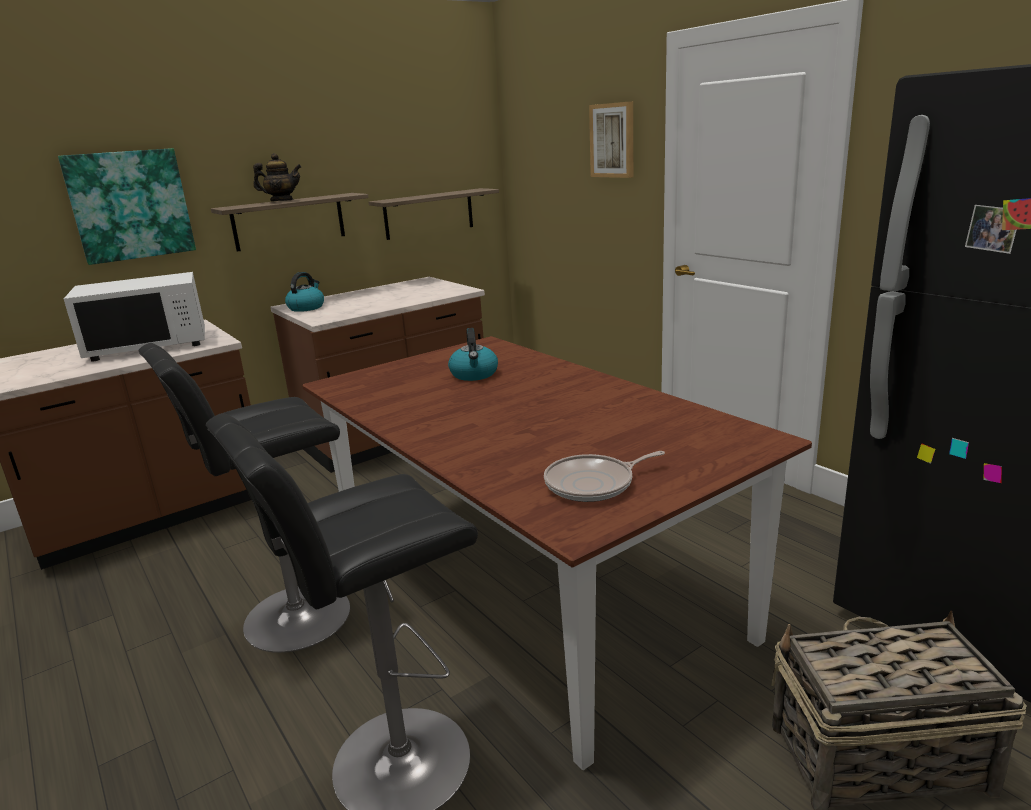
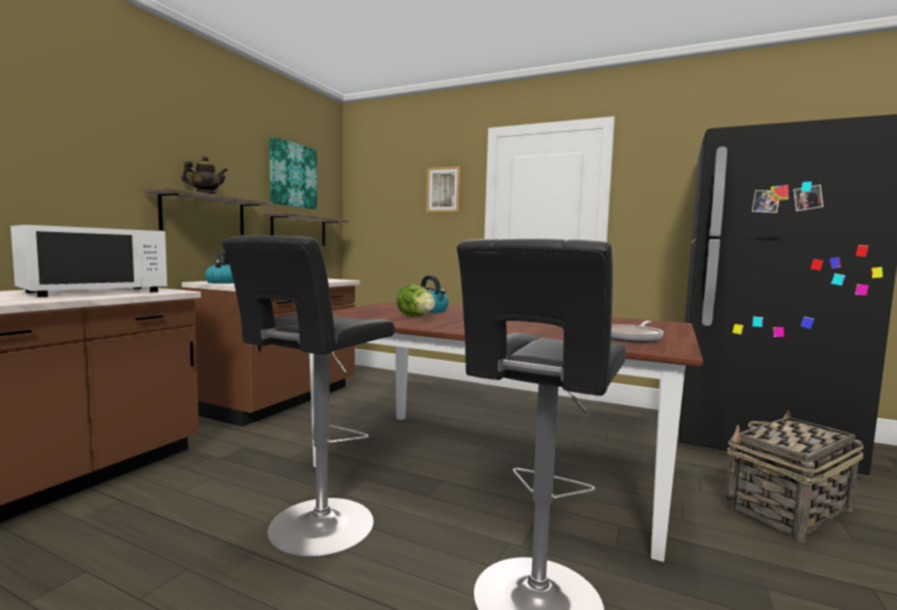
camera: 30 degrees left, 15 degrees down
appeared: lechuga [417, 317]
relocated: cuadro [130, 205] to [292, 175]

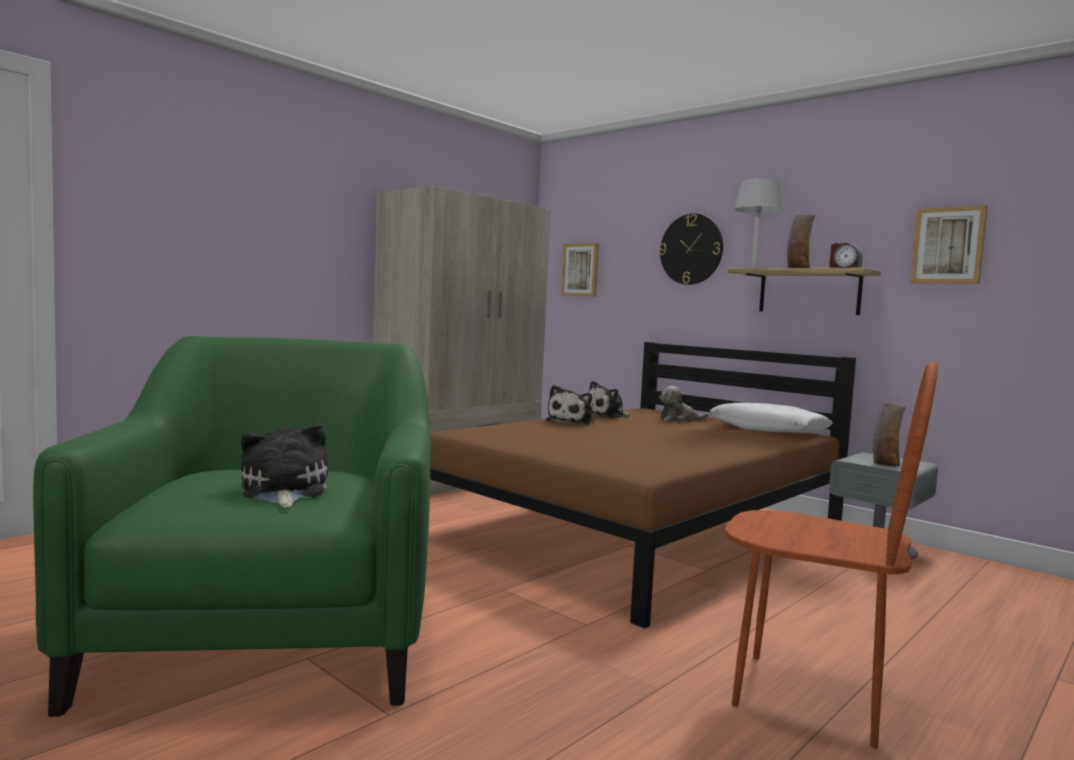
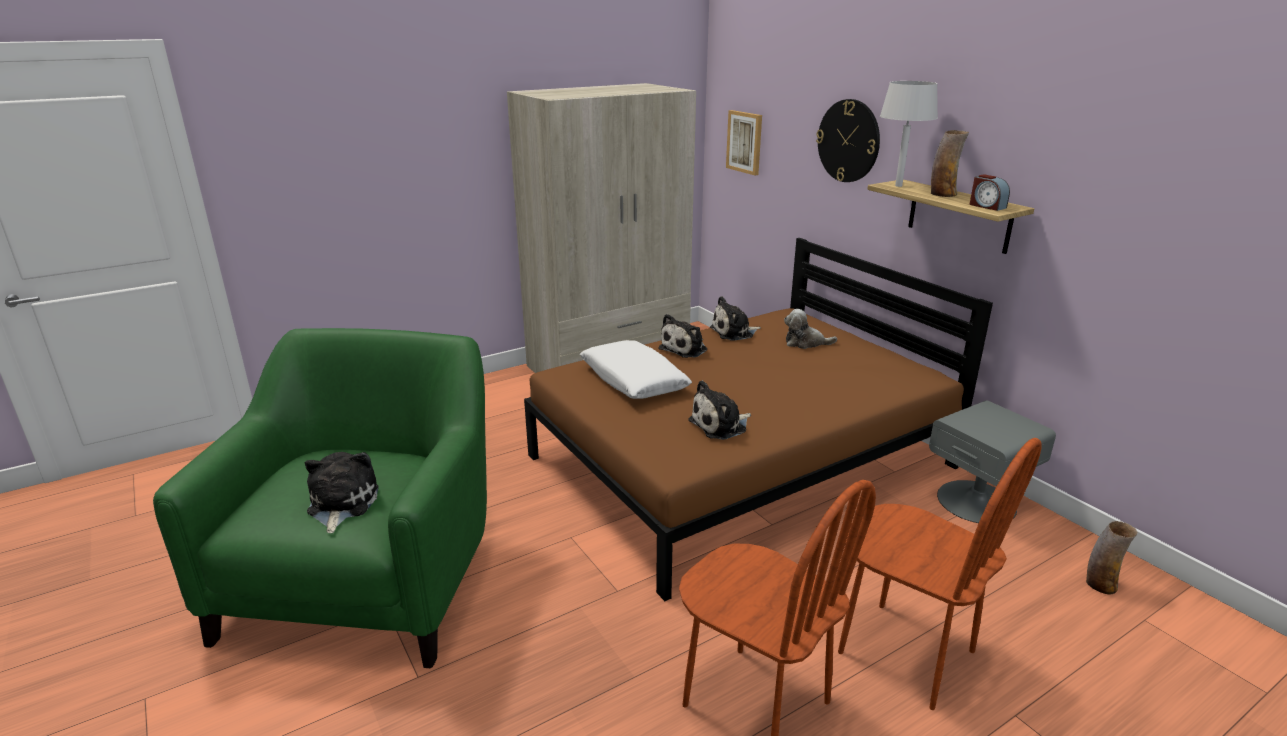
camera: 15 degrees right, 20 degrees up
missing: cuadro [948, 245]
appeared: peluche [720, 425]; silla [marrón] [905, 652]
relocated: cojín [blanco] [768, 430] to [633, 380]; florero [885, 464] to [1100, 584]

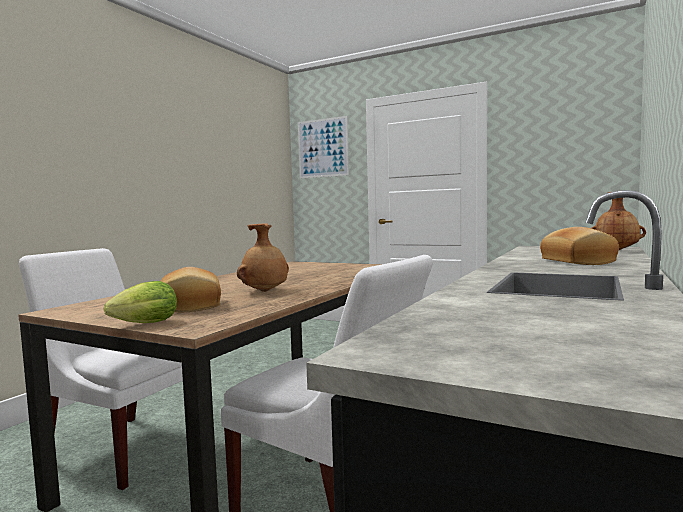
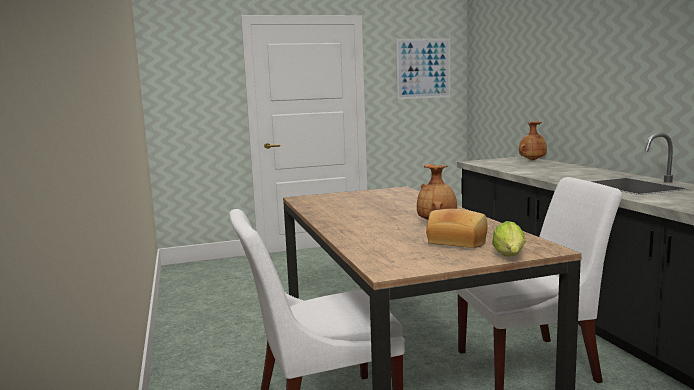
camera: 45 degrees left, 5 degrees up
missing: pan [576, 262]
relocated: cuadro [323, 148] to [423, 68]

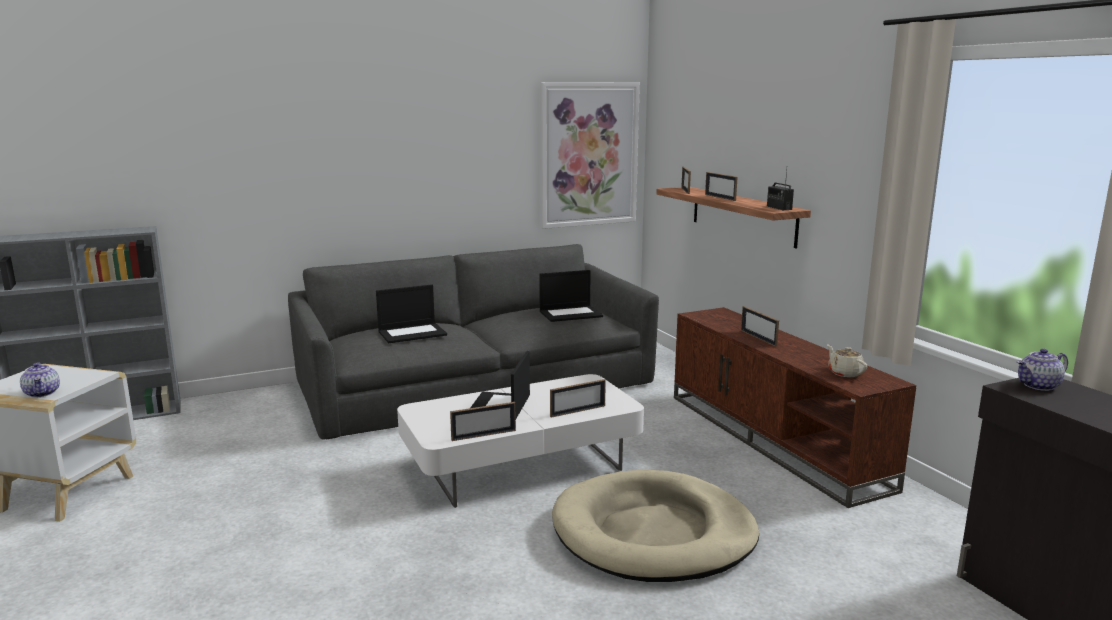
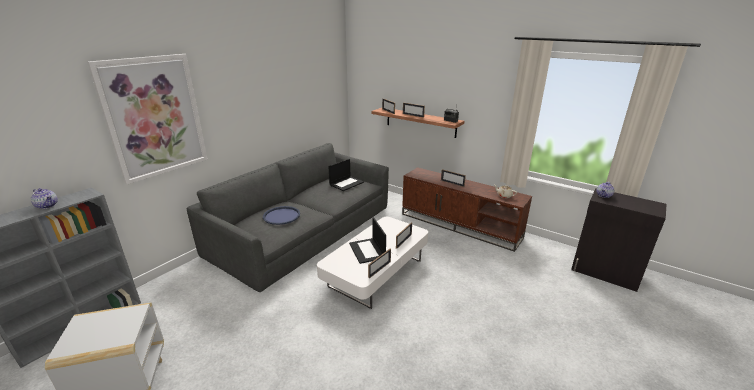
camera: 30 degrees left, 10 degrees up
missing: cama para perro [beis] [653, 533]
relocated: tetera [42, 393] to [47, 206]; cuadro [588, 155] to [154, 117]
exchanged: portátil [412, 333] to bandeja [azul] [281, 216]

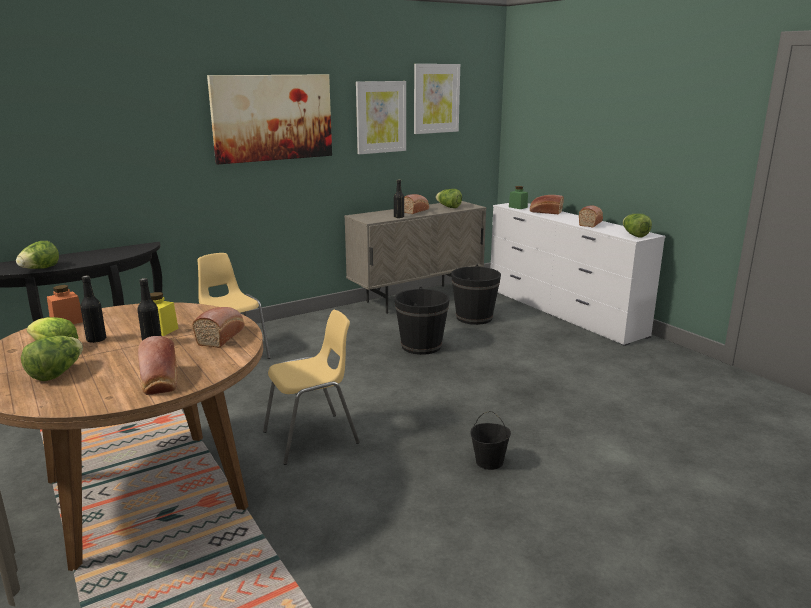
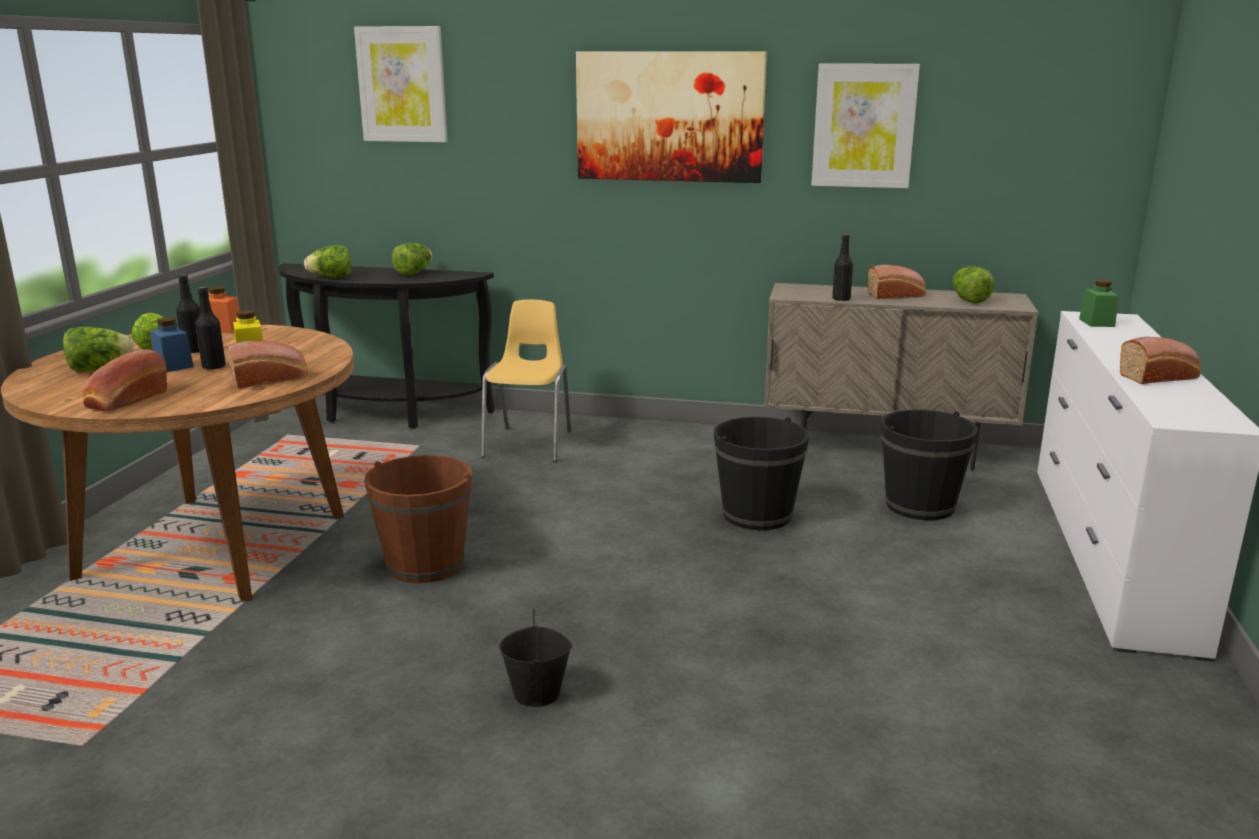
camera: 45 degrees right, 0 degrees up
missing: pan [545, 212]
appeared: tarro [azul] [173, 366]
relocated: cuadro [436, 98] to [402, 84]; lechuga [634, 235] to [414, 273]
exchanged: silla [amarillo] [312, 438] to cubo [marrón] [425, 565]

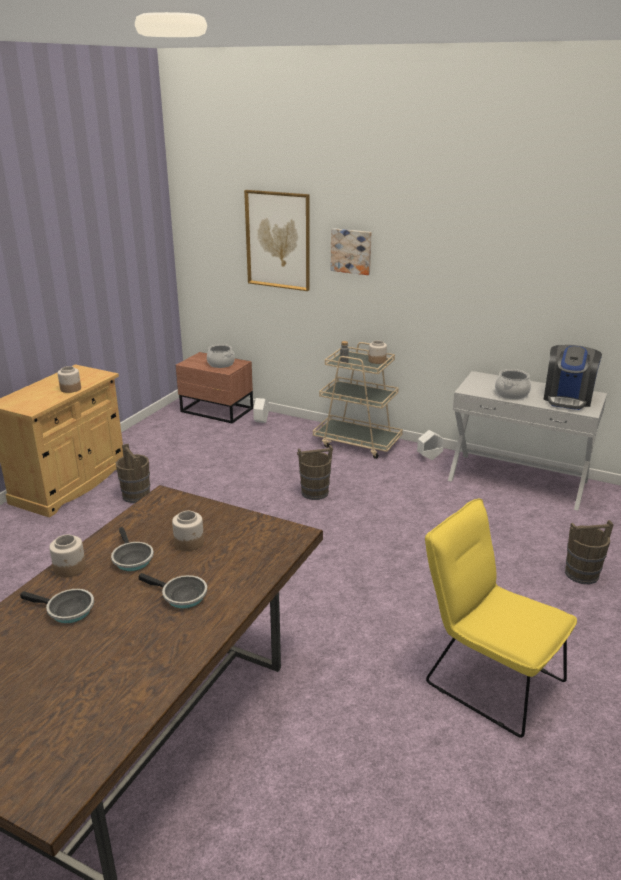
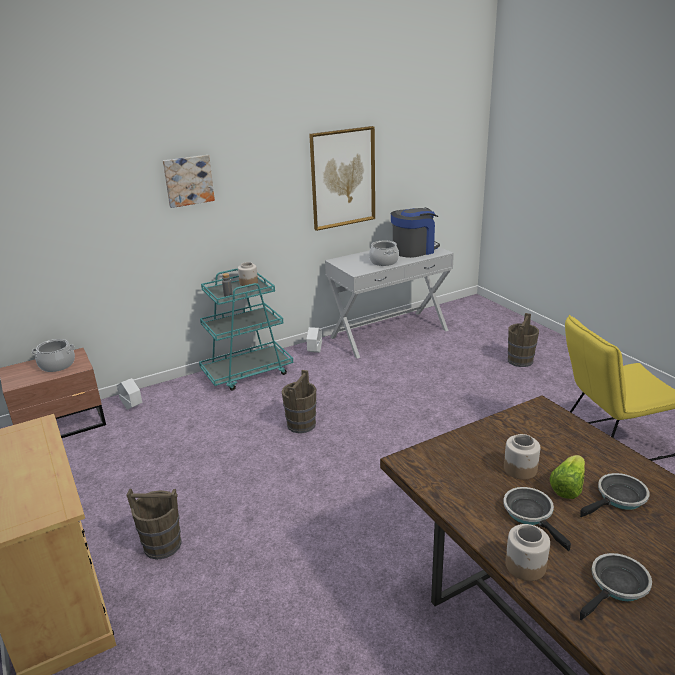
camera: 55 degrees left, 0 degrees up
missing: tarro [71, 389]
appeared: lechuga [567, 487]
relocated: cuadro [278, 240] to [343, 178]
colour: carrito [beis] [357, 443] to carrito [turquesa] [247, 372]
spun: sartén [131, 559] = [530, 514] 120 degrees counterclockwise; cafetera [567, 398] = [414, 250] 90 degrees counterclockwise

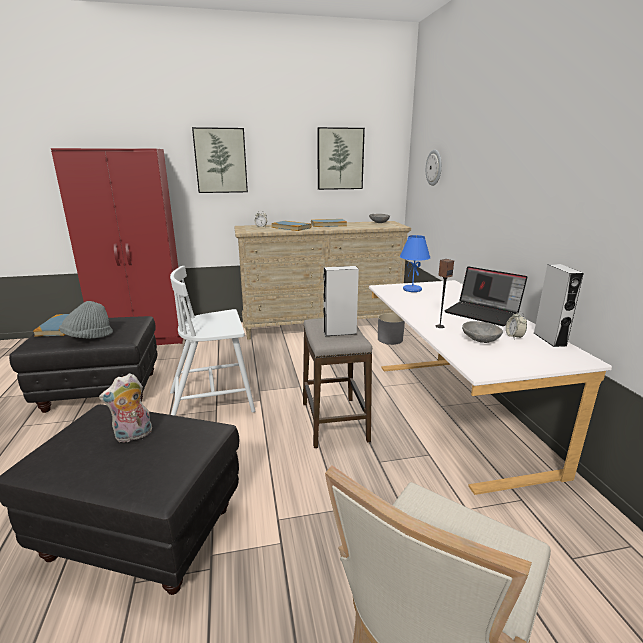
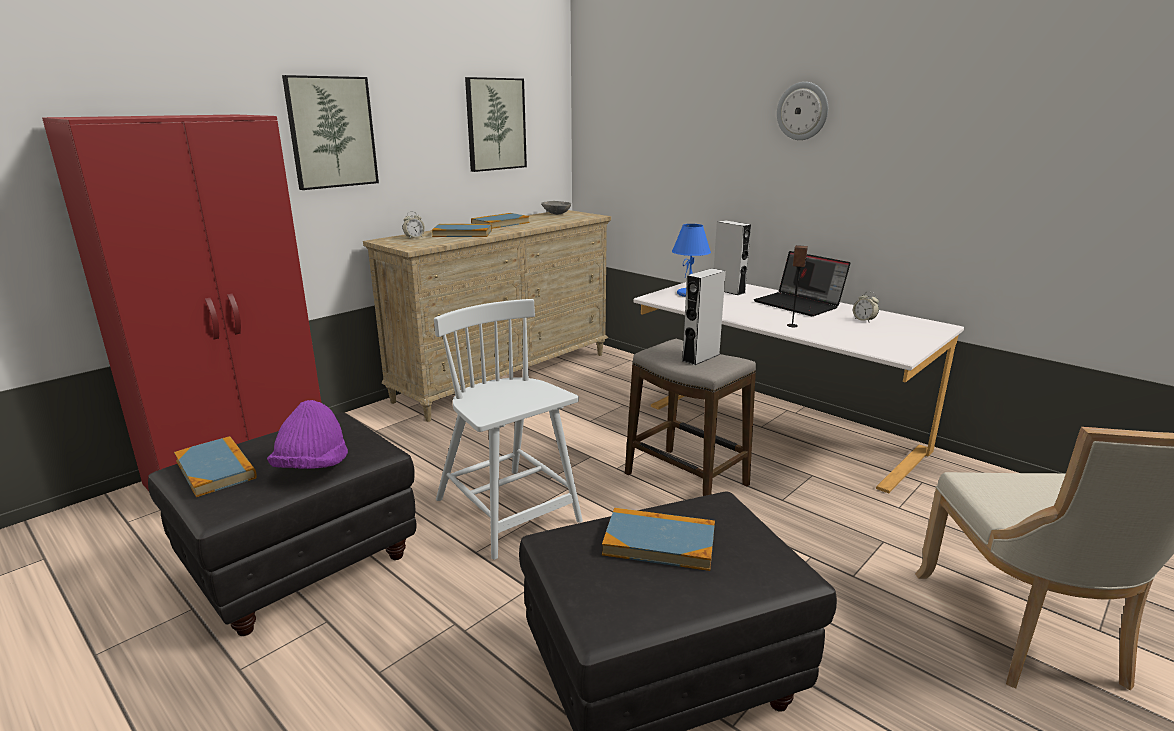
camera: 35 degrees left, 0 degrees up
missing: maceta [gris] [390, 339]; cuenco [gris] [479, 341]
relocated: reloj de pared [434, 167] to [802, 111]; altavoz [gris] [549, 339] to [728, 290]
exchanged: peluche [133, 436] to libro [659, 542]
colour: sombrero [gris] [88, 337] to sombrero [morado] [312, 467]
spun: silla [blanco] [213, 401] = [508, 512] 105 degrees clockwise; portátil [483, 313] = [799, 304] 45 degrees clockwise

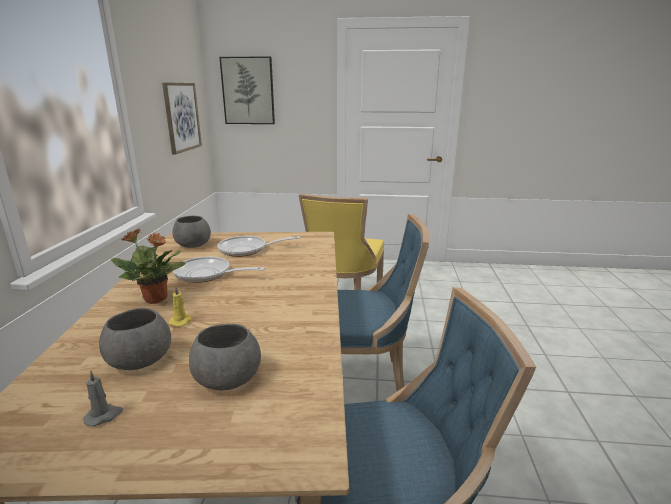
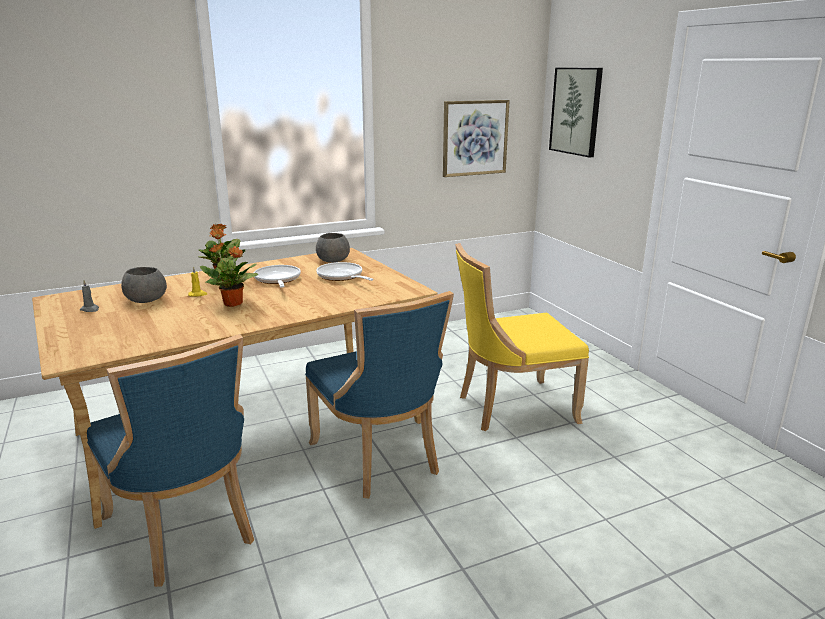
camera: 60 degrees right, 0 degrees up
missing: cuenco [gris] [226, 378]
appeared: planta en maceta [233, 304]

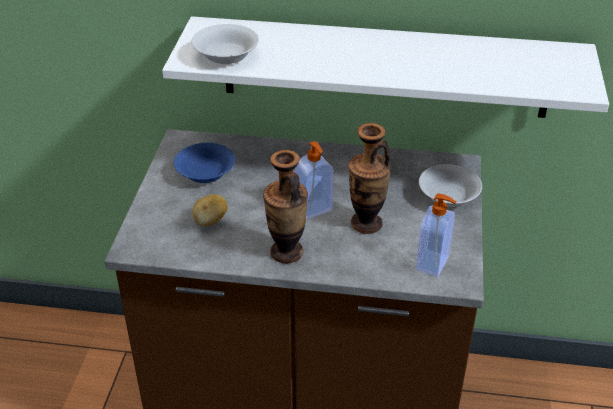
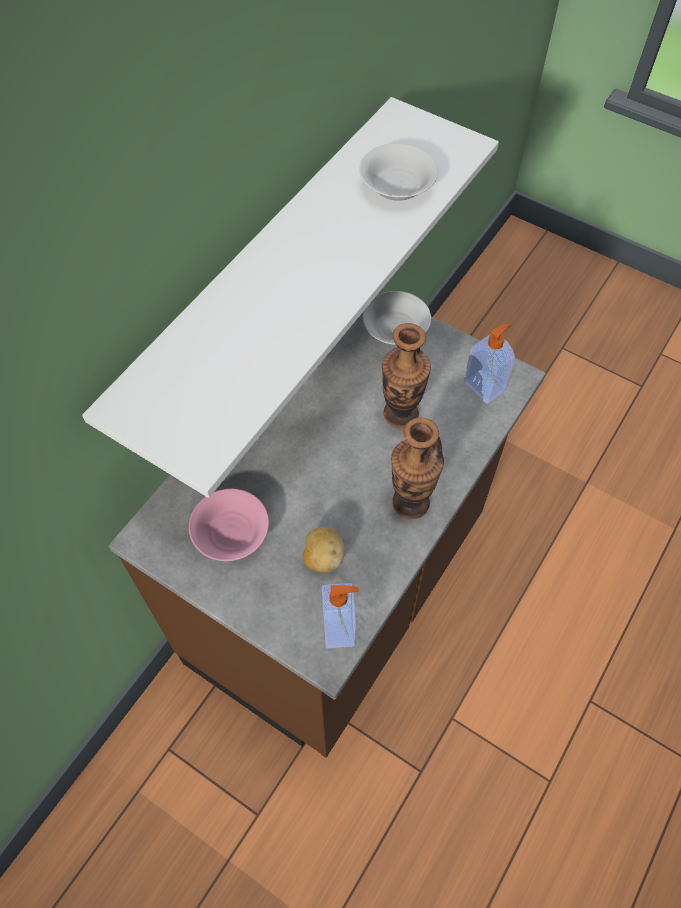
camera: 65 degrees left, 20 degrees up
relocated: cuenco [blanco] [226, 56] to [396, 187]; dispensador de jabón [314, 209] to [340, 627]
colour: cuenco [azul] [206, 174] to cuenco [rosa] [231, 532]

